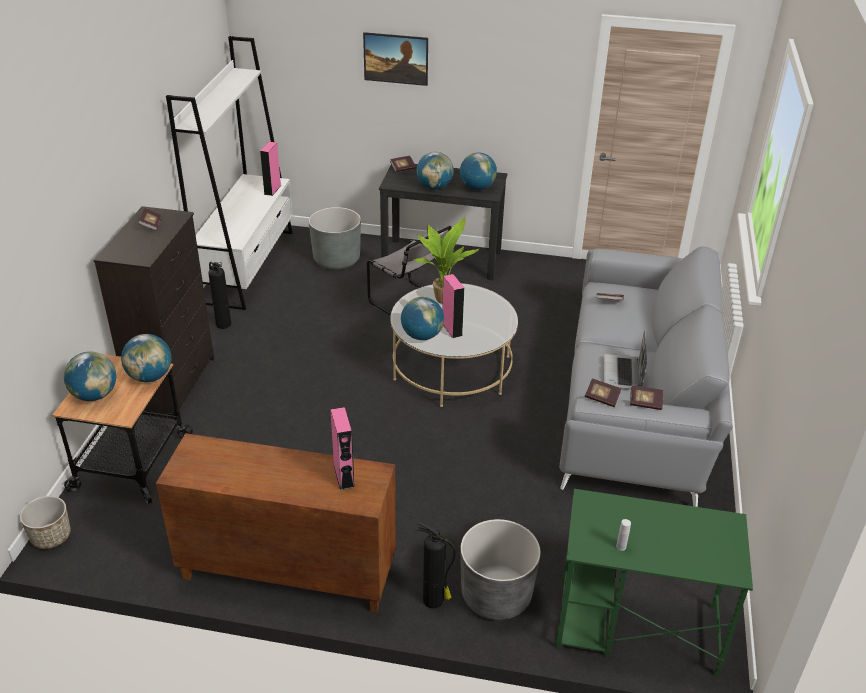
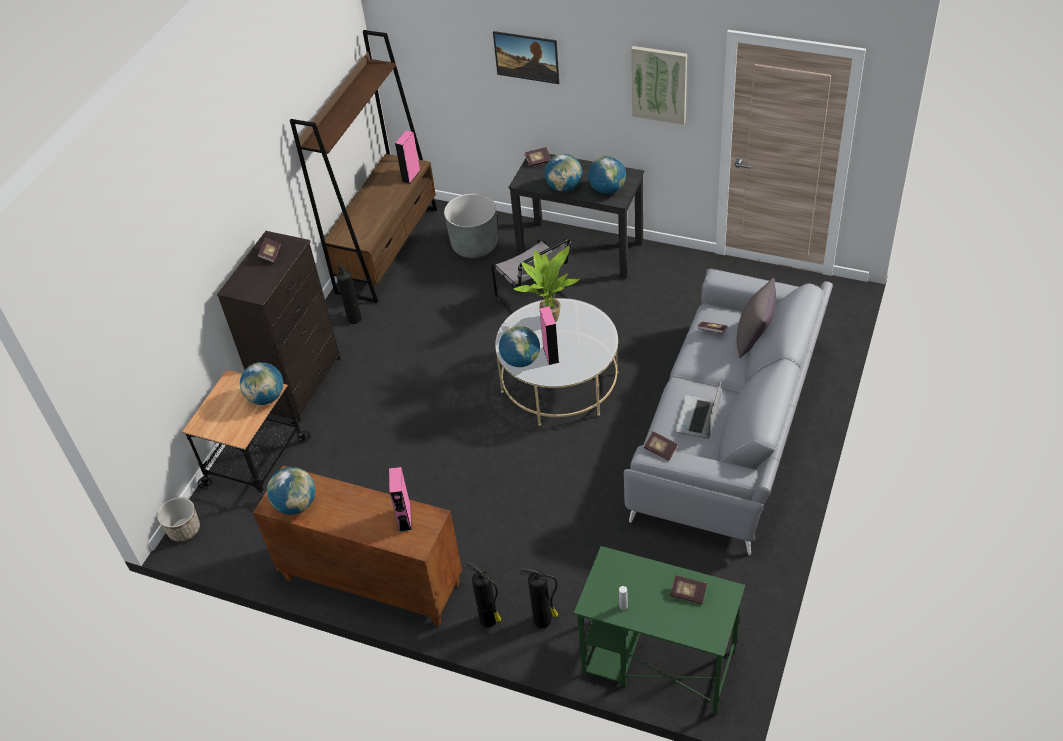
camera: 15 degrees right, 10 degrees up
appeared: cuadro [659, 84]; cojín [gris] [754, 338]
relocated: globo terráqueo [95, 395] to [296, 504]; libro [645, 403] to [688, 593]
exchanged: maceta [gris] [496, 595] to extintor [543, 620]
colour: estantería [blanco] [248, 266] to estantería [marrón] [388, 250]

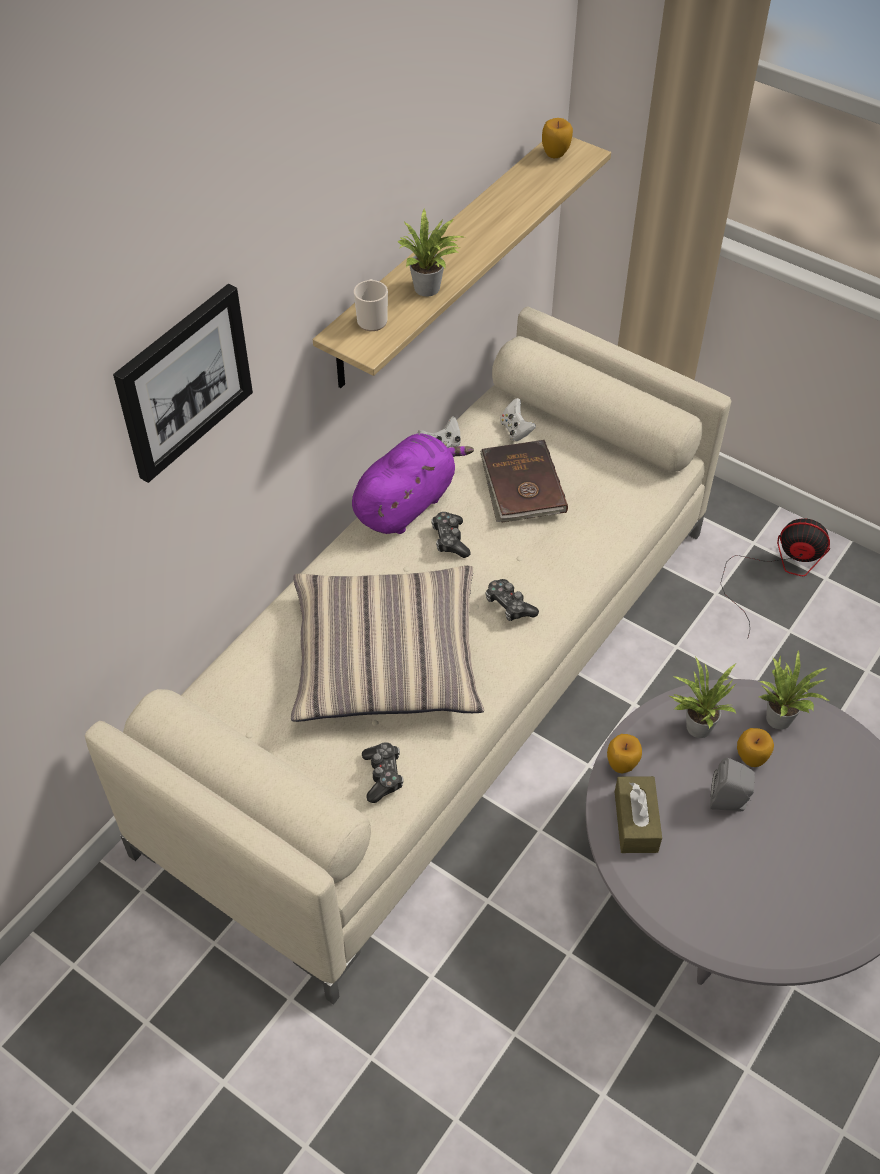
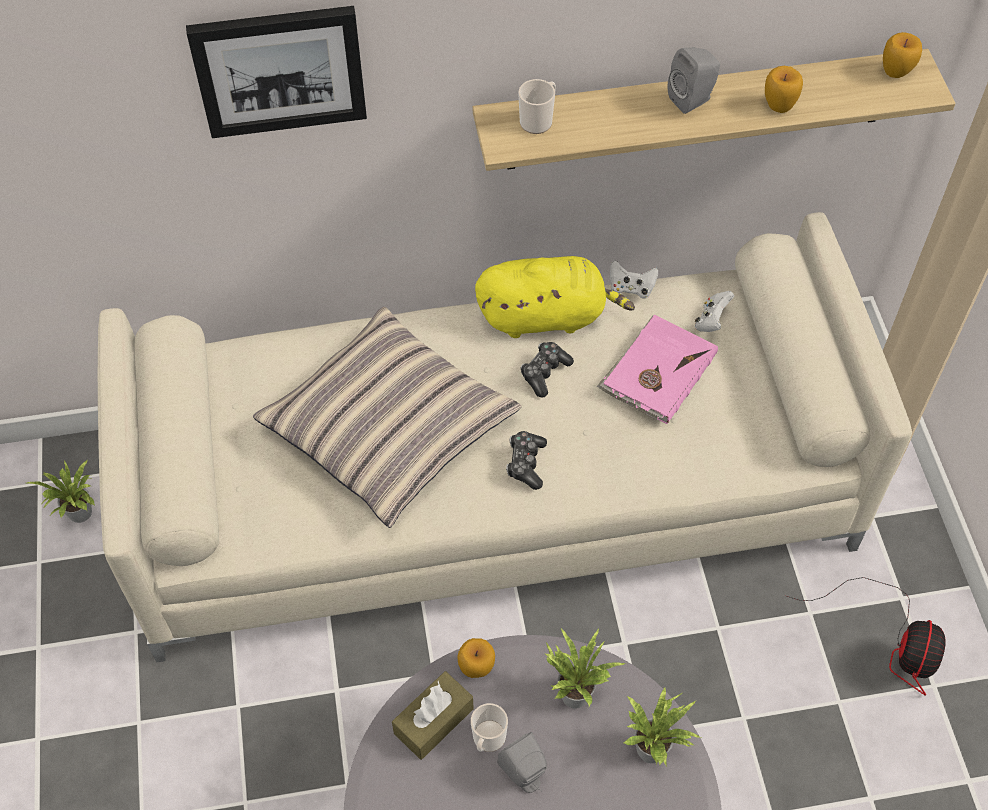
camera: 45 degrees right, 5 degrees up
missing: mando de consola [383, 775]
appeared: taza grande [487, 740]; altavoz [gris] [693, 100]
relocated: planta en maceta [430, 289] to [80, 515]; manzana [750, 759] to [778, 106]
colour: peluche [morado] [407, 503] to peluche [amarillo] [547, 316]; libro [marrón] [521, 485] to libro [rosa] [657, 372]
spun: ventilador [776, 571] = [892, 640] 45 degrees clockwise

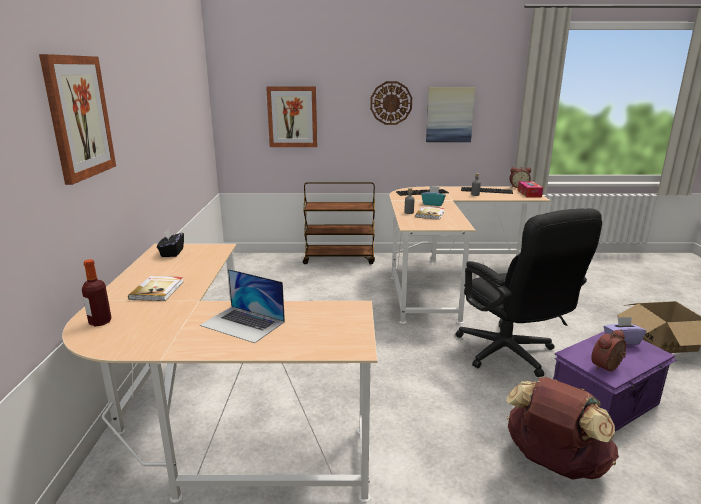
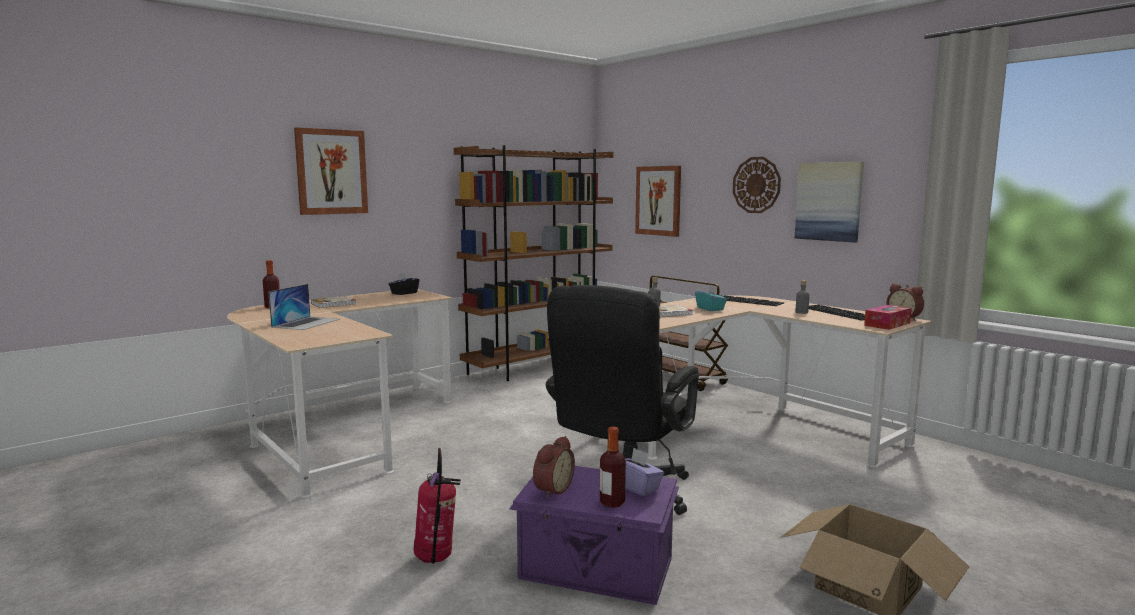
camera: 50 degrees right, 10 degrees down
appeared: estantería [marrón] [539, 366]; botella [612, 503]
exchanged: mochila [marrón] [553, 464] to extintor [436, 559]
spun: portátil [243, 323] = [306, 323] 150 degrees counterclockwise; despertador [608, 368] = [551, 489] 105 degrees clockwise

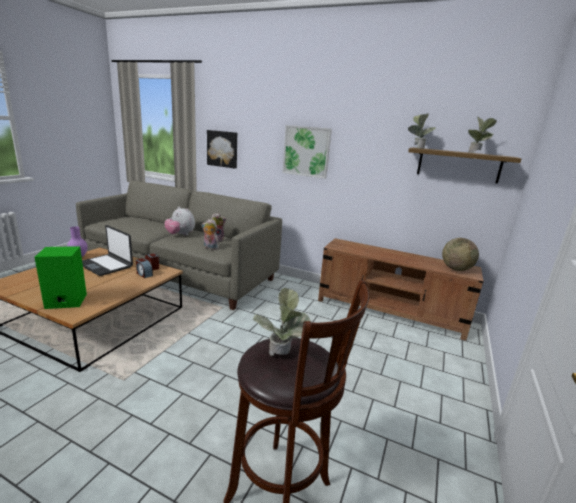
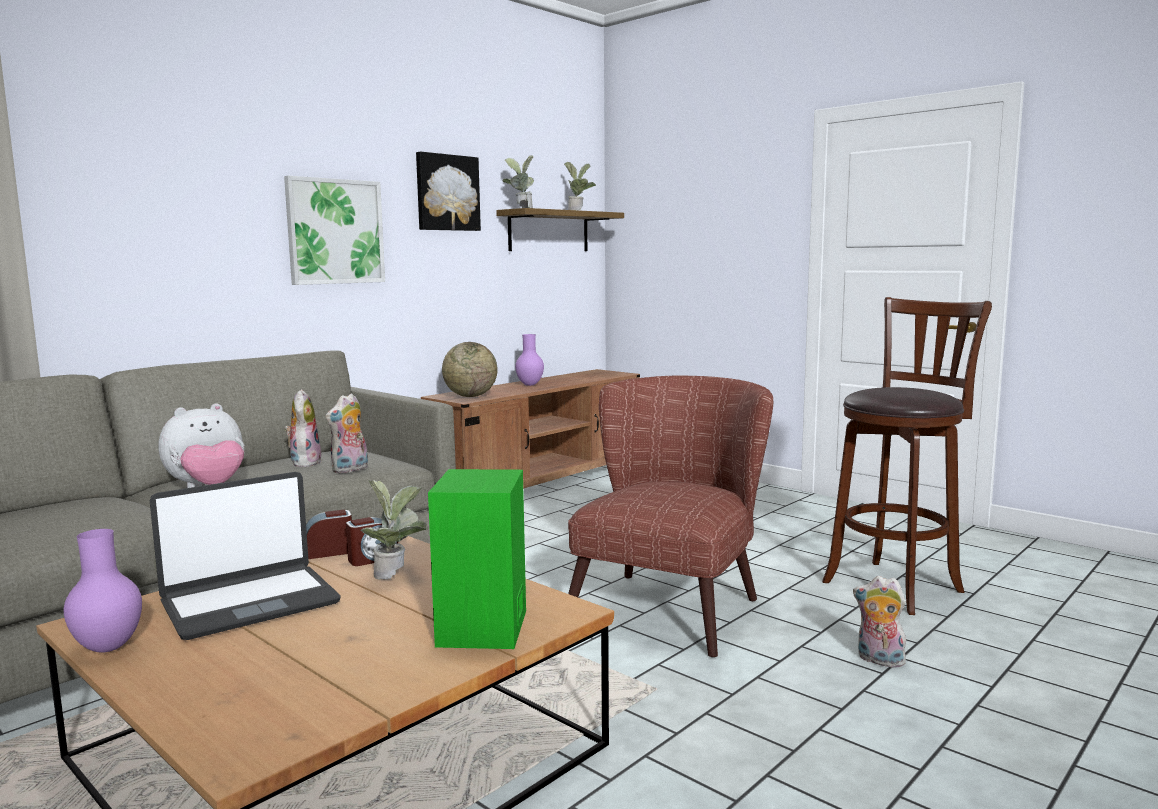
camera: 70 degrees left, 10 degrees down
appeared: florero [morado] [530, 384]; sillón [marrón] [673, 604]; peluche [878, 660]
relocated: cuadro [222, 149] to [446, 193]; planta en maceta [280, 357] to [397, 575]; globo terráqueo [456, 269] to [470, 396]

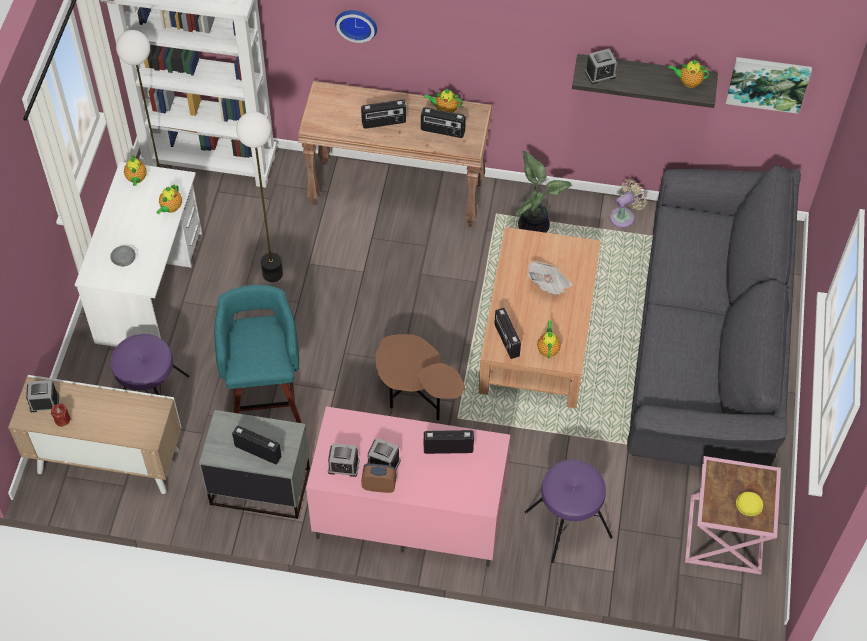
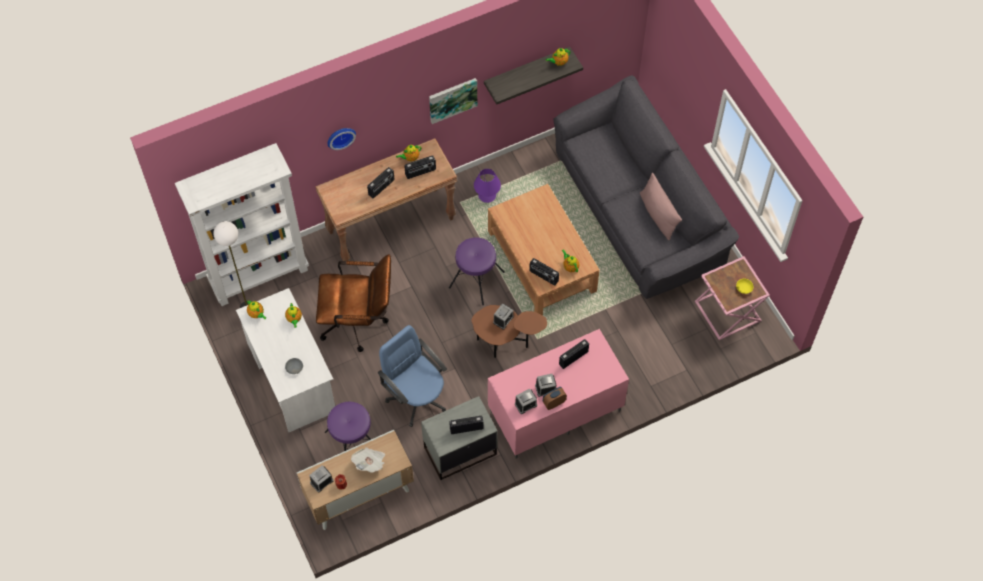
camera: 35 degrees left, 5 degrees up
missing: ventilador [beis] [624, 216]
appeared: cojín [rosa] [658, 215]
relocated: taburete [morado] [567, 523] to [476, 279]; periódico [549, 285] to [370, 463]; despertador [600, 74] to [503, 319]; cuadro [768, 83] to [452, 99]
exchanged: taburete [turquesa] [264, 394] to silla de oficina [azul] [417, 397]; lámpara de pie [272, 274] to silla de oficina [marrón] [359, 322]; planta en maceta [534, 225] to lámpara de mesa [morado] [487, 195]

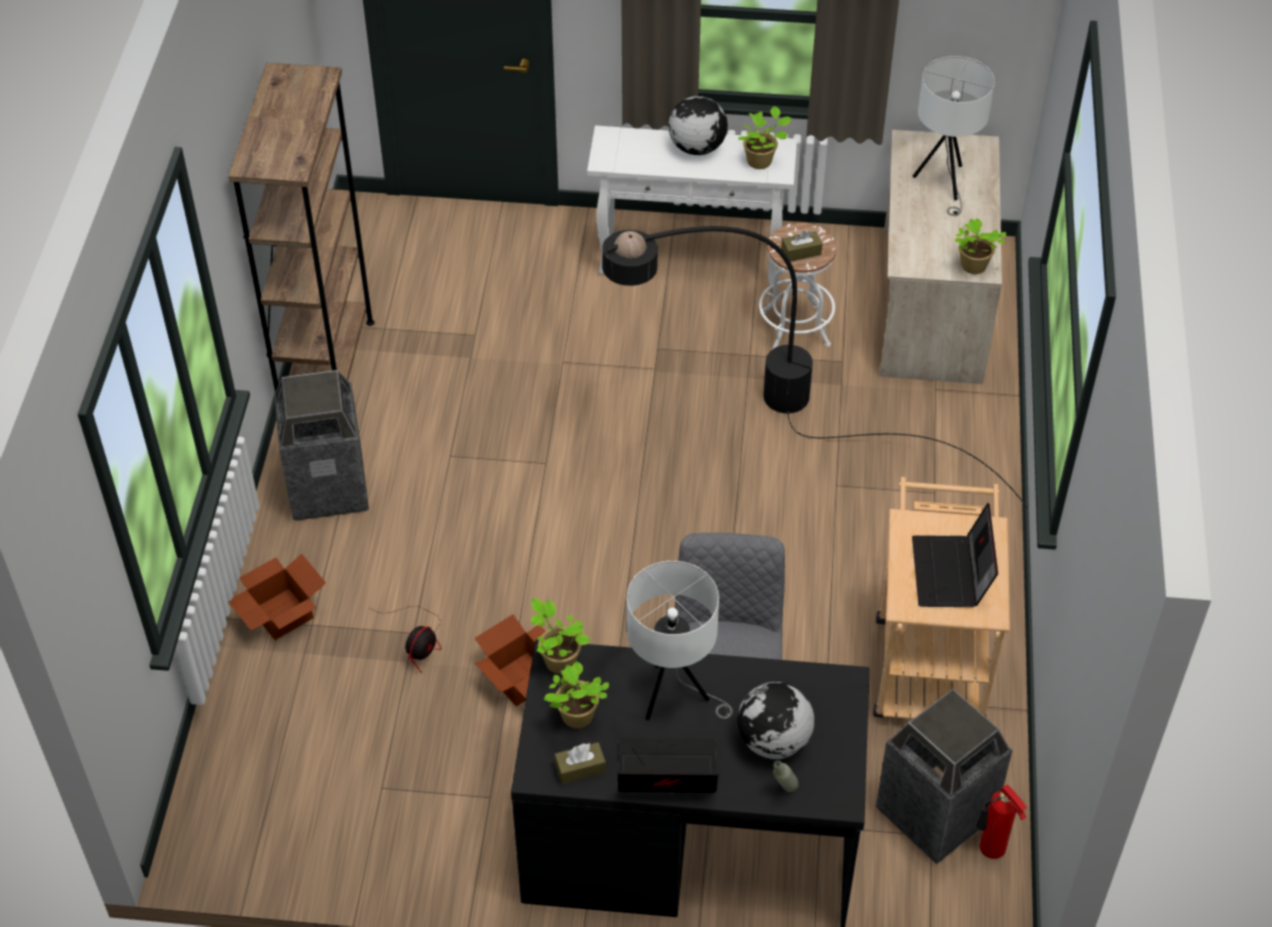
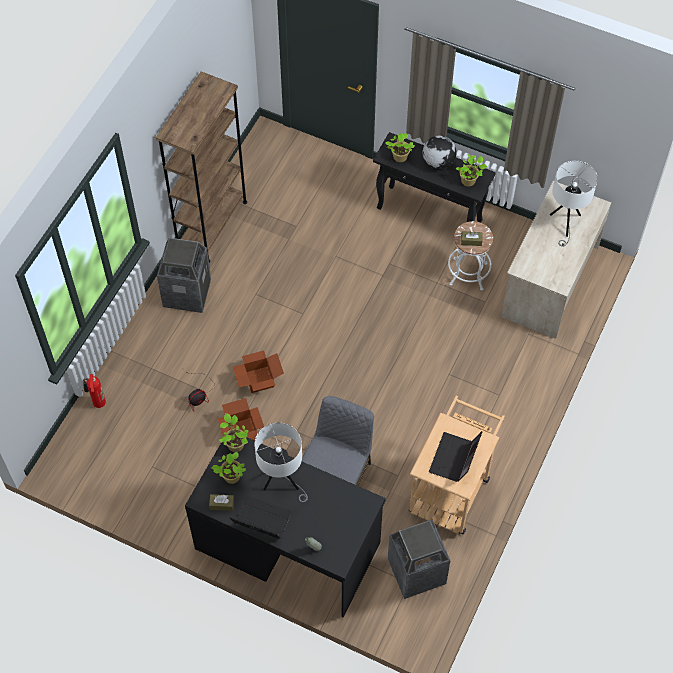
camera: 20 degrees right, 10 degrees up
missing: lámpara de pie [negro] [750, 433]; globo terráqueo [773, 741]
relocated: caja de cartón [280, 614] to [258, 379]; planta en maceta [973, 267] to [399, 157]; extintor [991, 850] to [98, 403]
colour: mesa consola [blanco] [691, 261] to mesa consola [negro] [430, 215]

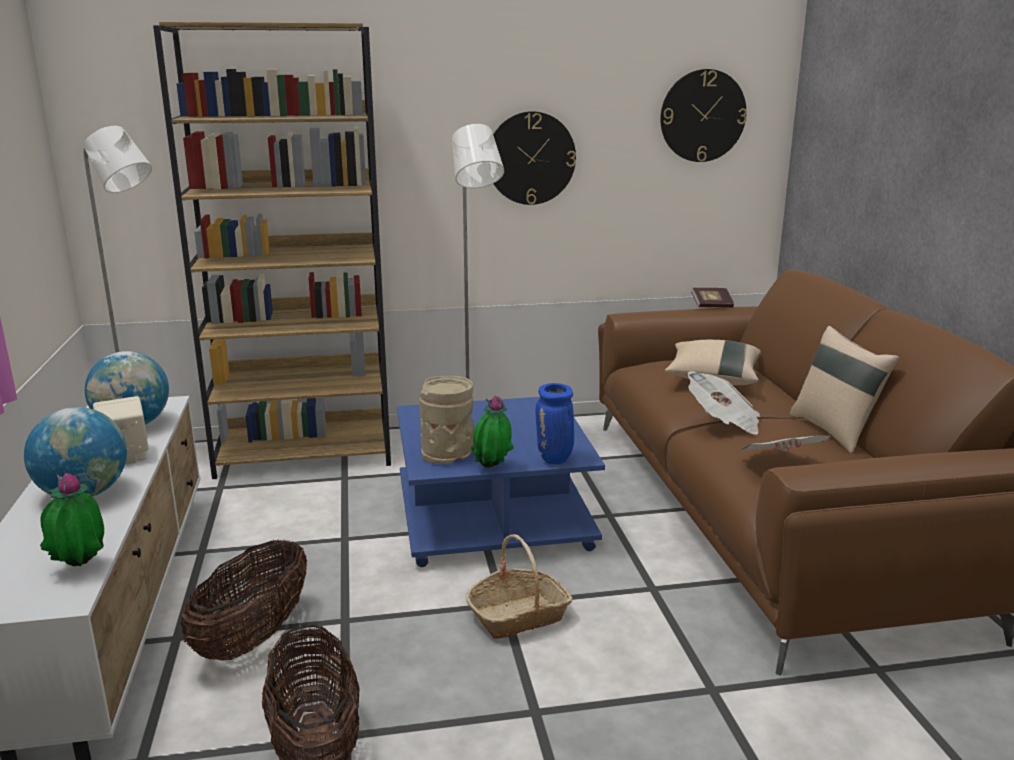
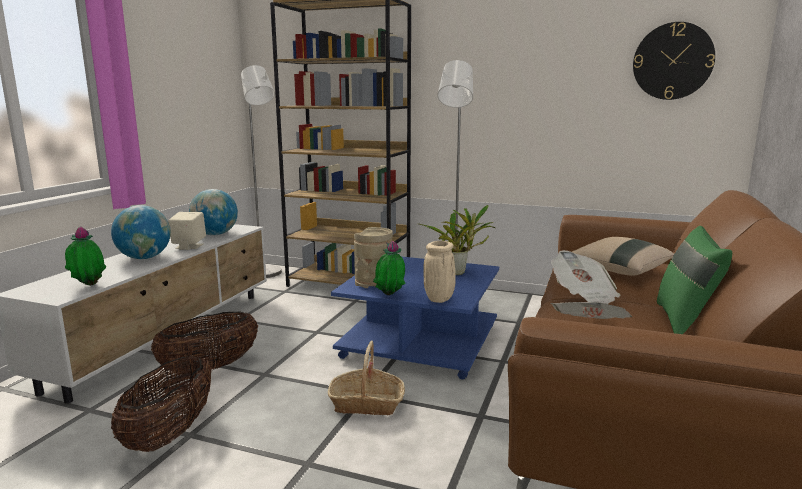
camera: 30 degrees right, 5 degrees down
missing: reloj de pared [531, 158]; libro [711, 306]
appeared: planta en maceta [458, 273]
colour: florero [azul] [555, 459] to florero [beis] [439, 300]; cojín [beis] [835, 431] to cojín [verde] [685, 321]

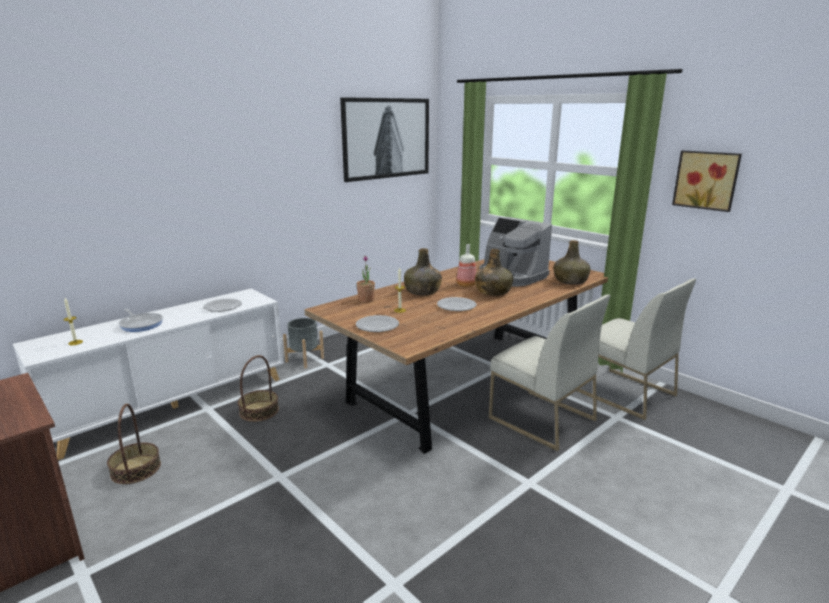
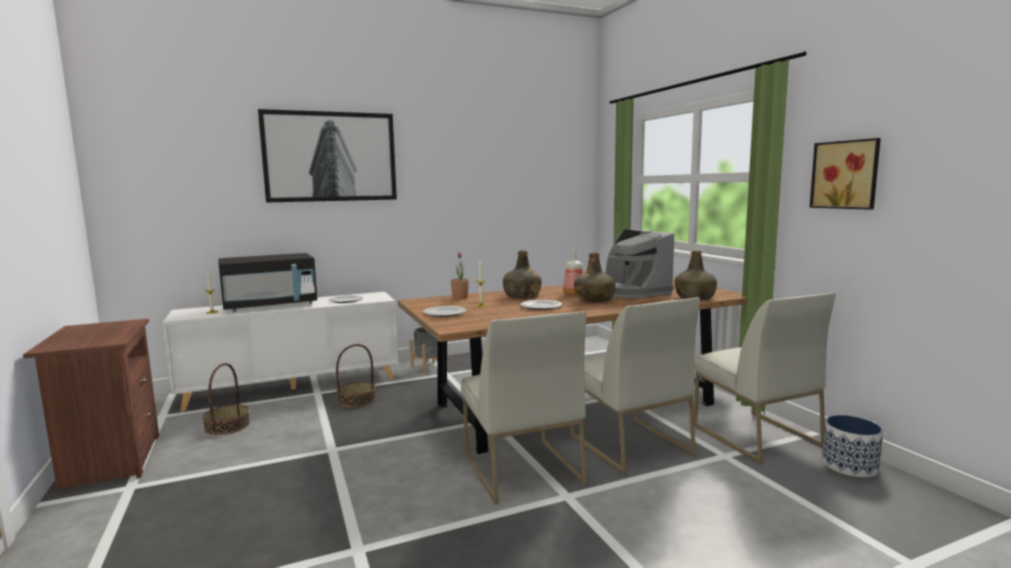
camera: 20 degrees right, 10 degrees down
appeared: silla [blanco] [521, 468]; maceta [849, 466]
relocated: cuadro [387, 138] to [330, 157]
exchanged: sartén [141, 324] to microondas [negro] [270, 306]

